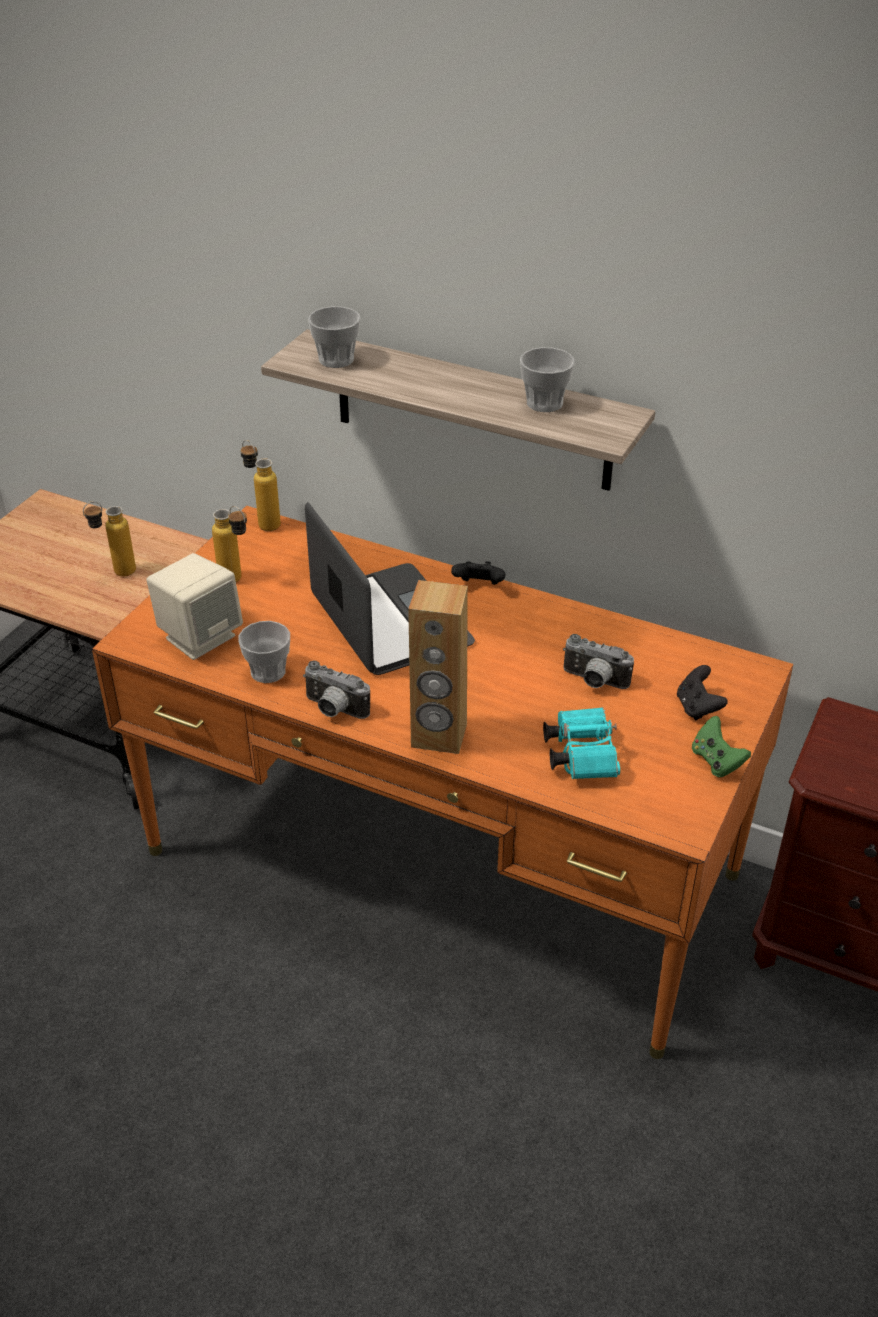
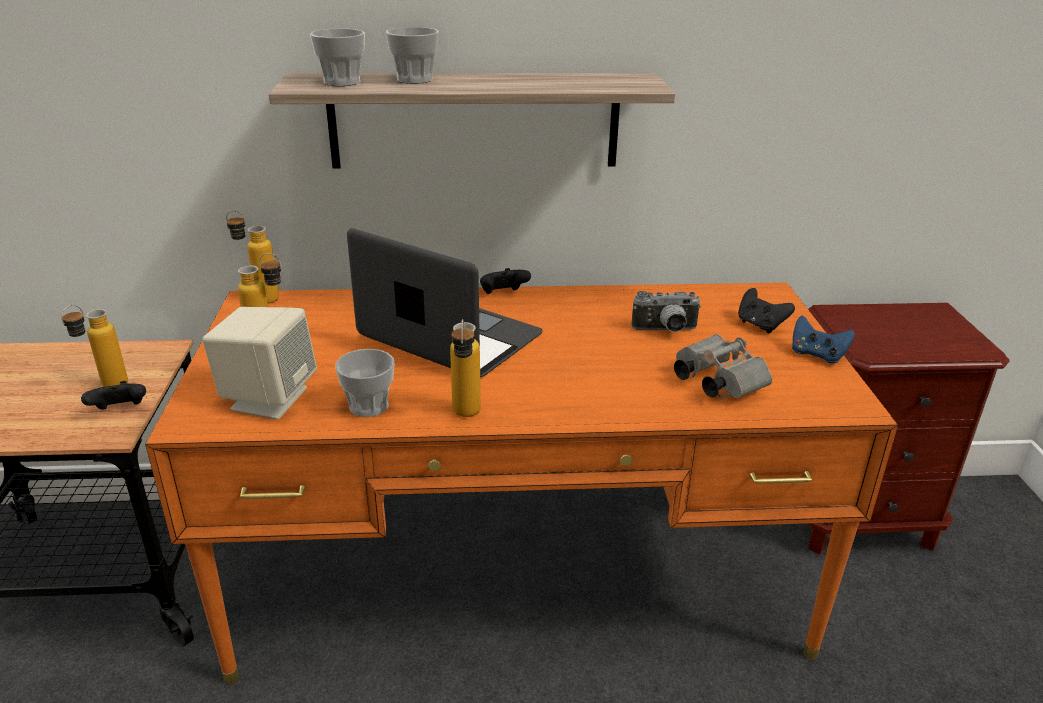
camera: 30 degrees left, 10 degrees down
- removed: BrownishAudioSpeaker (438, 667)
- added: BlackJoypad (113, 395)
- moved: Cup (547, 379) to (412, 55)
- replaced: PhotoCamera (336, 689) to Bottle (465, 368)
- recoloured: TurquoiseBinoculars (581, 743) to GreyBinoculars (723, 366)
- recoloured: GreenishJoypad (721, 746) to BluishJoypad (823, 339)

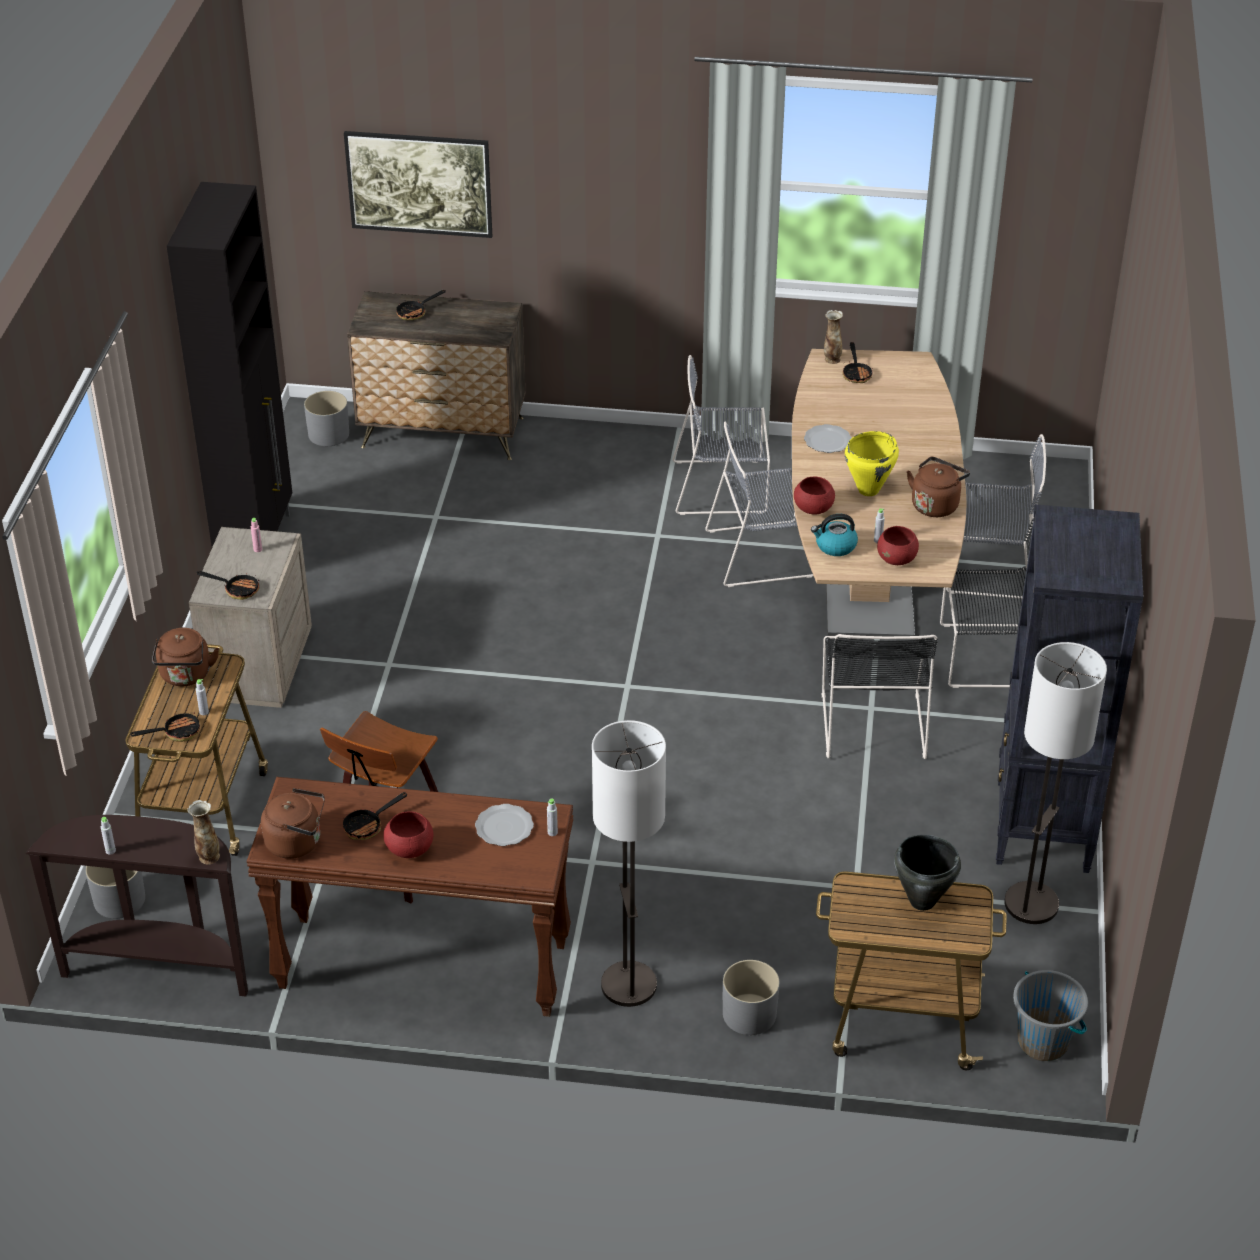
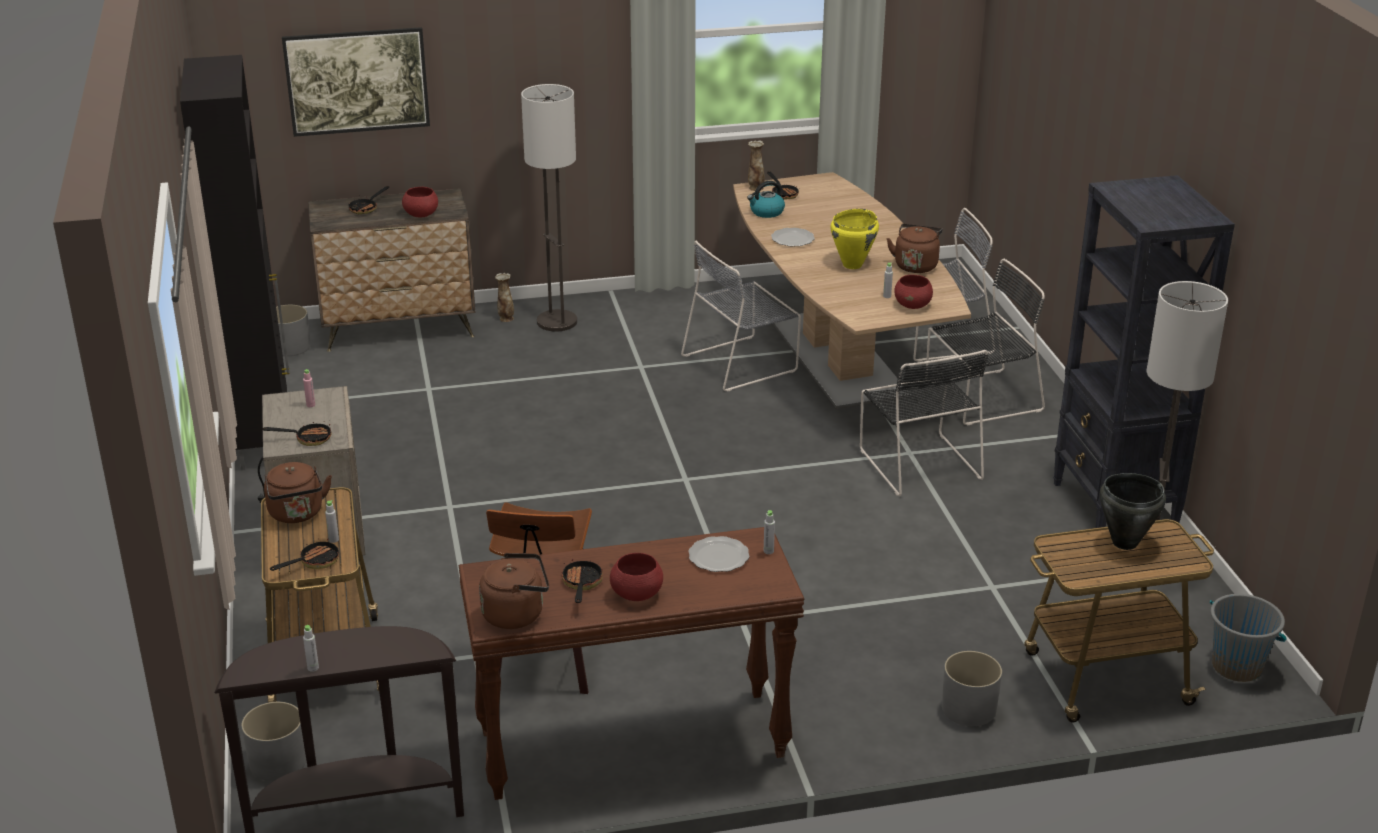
camera: 20 degrees left, 10 degrees down
- removed: GreyPlainChair (721, 435)
- moved: DecorativeVase (203, 832) to (504, 297)
- moved: FloorLamp (629, 863) to (549, 207)
- moved: ReddishDeepDish (814, 496) to (420, 202)
- moved: WaterKettle (834, 535) to (766, 199)
- turned: Skillet (375, 816) = (582, 581) 150 degrees clockwise

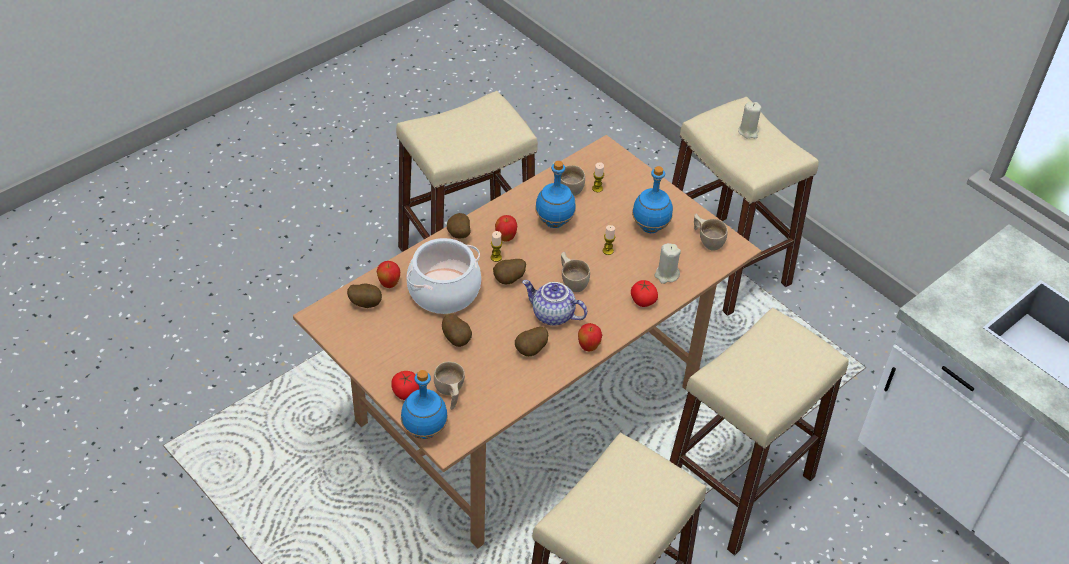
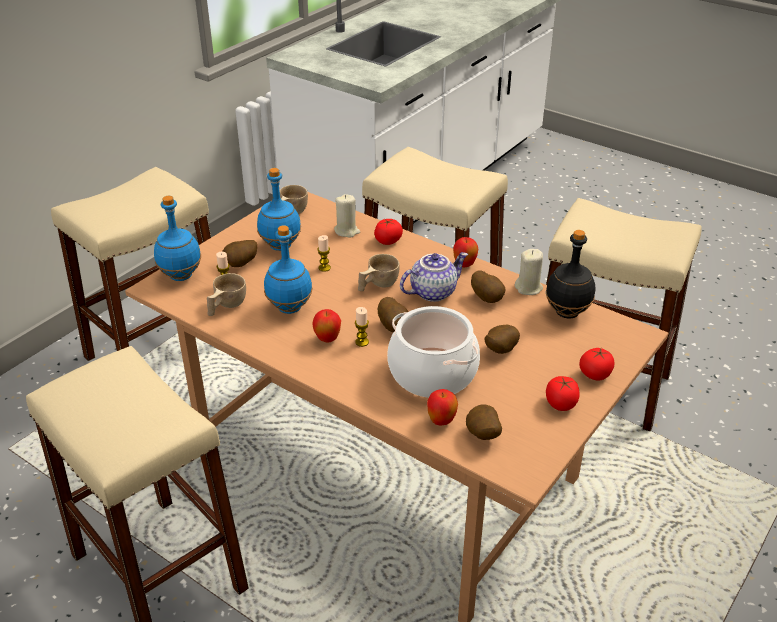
camera: 100 degrees left, 10 degrees down
- removed: SandColouredCup (449, 386)
- added: BlackBottle (570, 274)
- added: Tomato (562, 393)
- moved: BluishBottle (424, 404) to (177, 238)
- moved: WholePotato (458, 225) to (239, 253)
- moved: SandColouredCandle (749, 120) to (529, 272)
- turned: PotForTea (554, 303) = (434, 277) 135 degrees counterclockwise

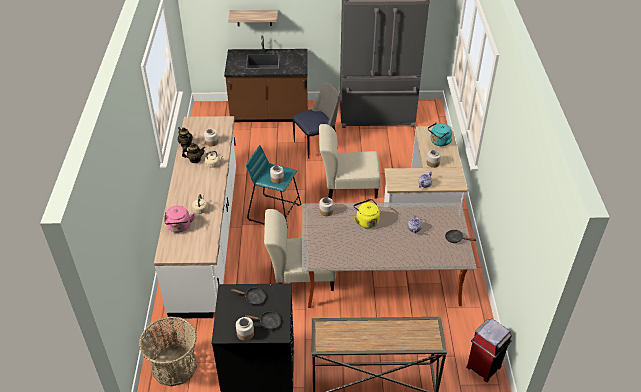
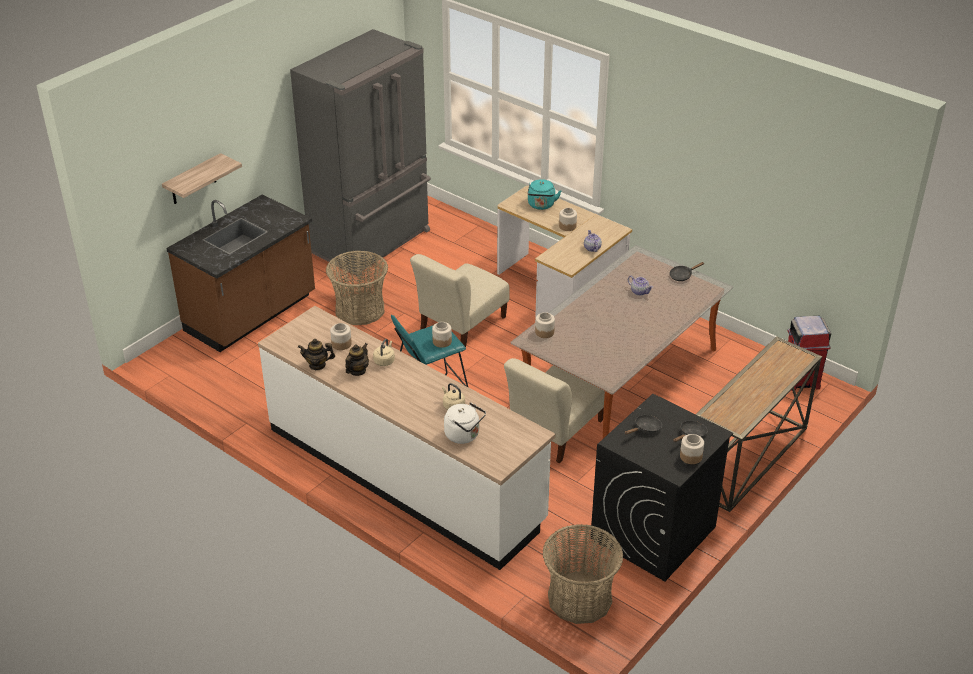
camera: 50 degrees left, 5 degrees down
- removed: YellowColouredWaterKettle (366, 213)
- replaced: PlainChair (316, 120) to StorageBasket (357, 288)
- recoloured: PinkWaterKettle (179, 219) to WhiteWaterKettle (465, 423)

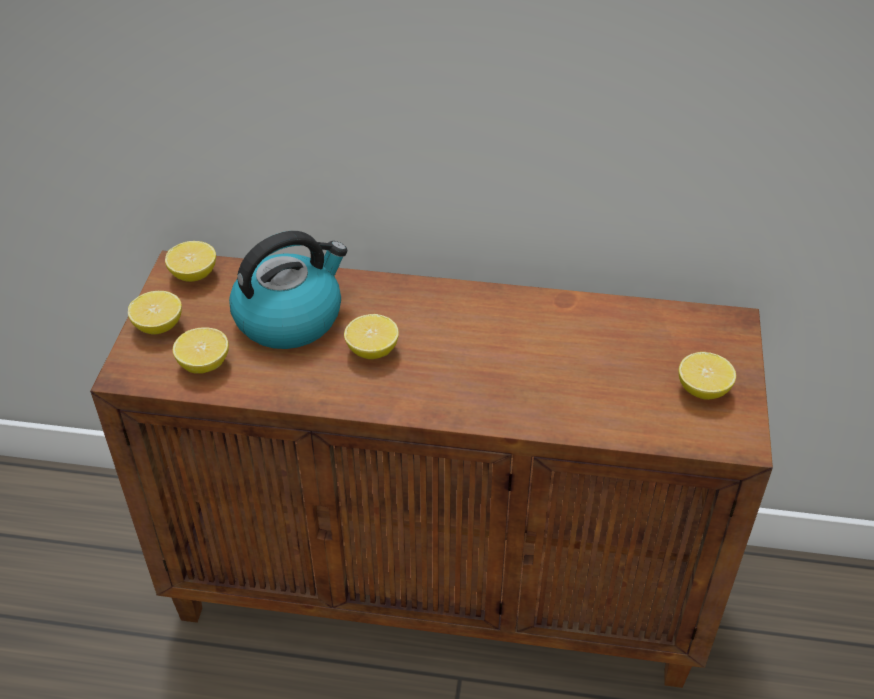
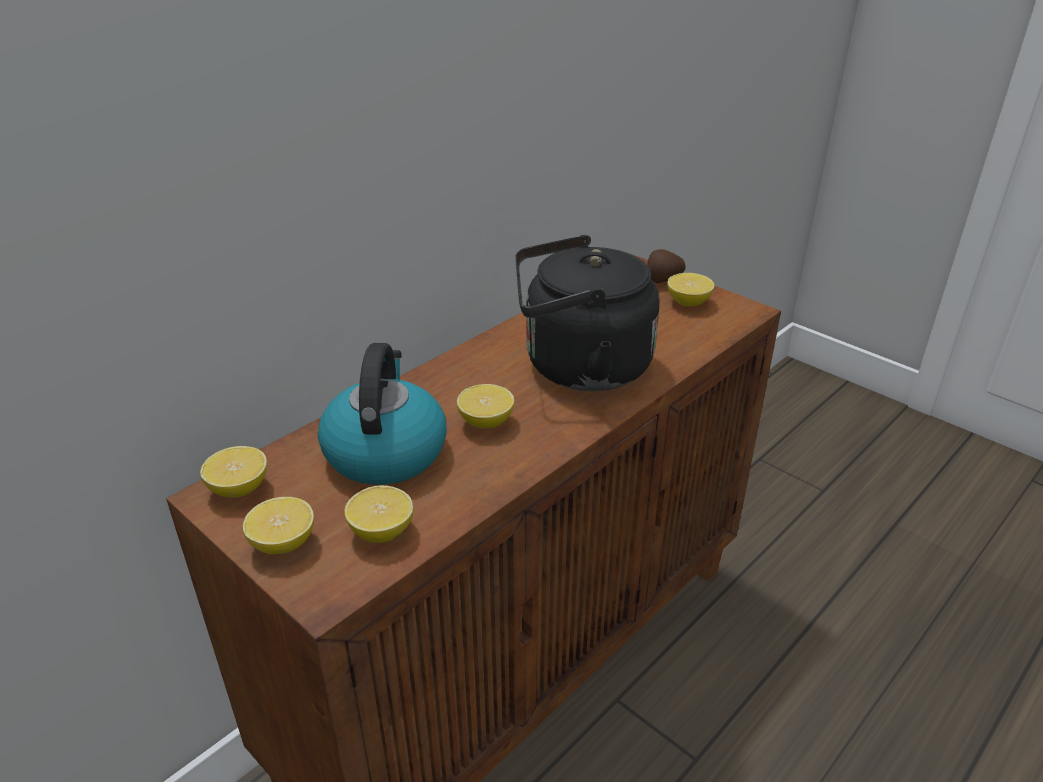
camera: 55 degrees left, 10 degrees down
- added: BlackWaterKettle (587, 313)
- added: WholePotato (666, 266)

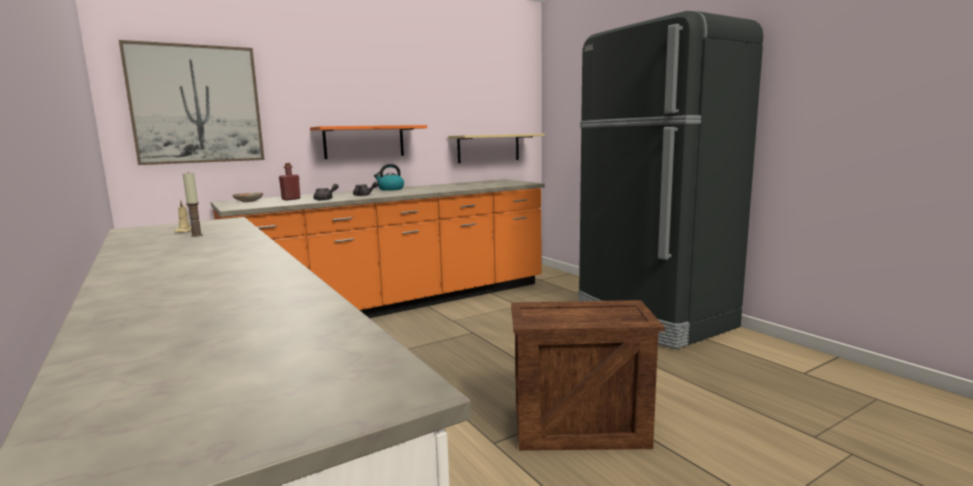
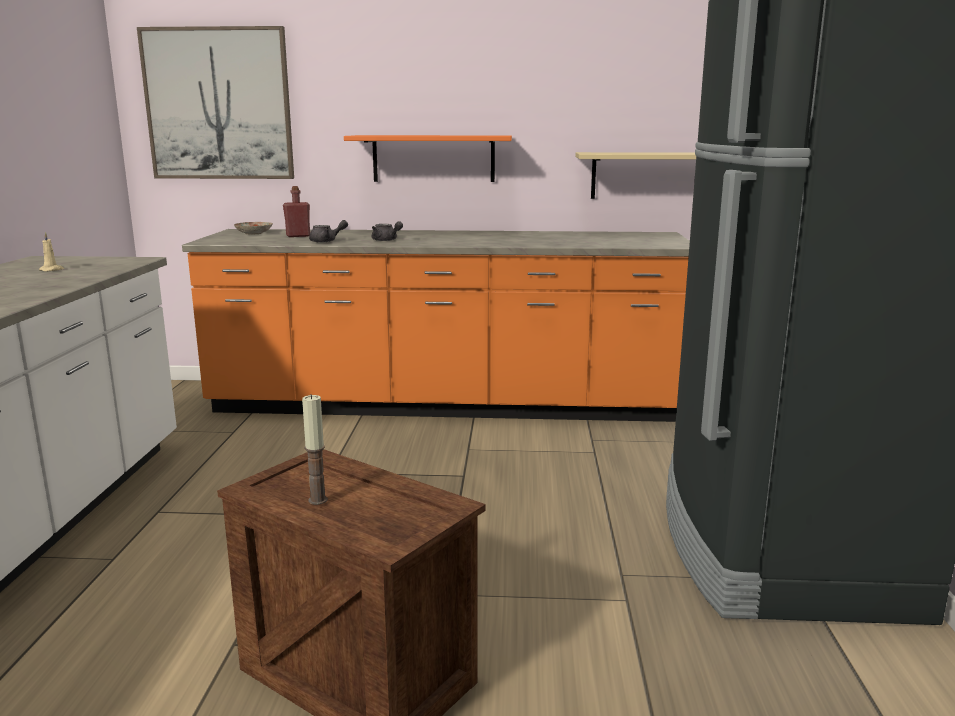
camera: 35 degrees right, 5 degrees up
- removed: WaterKettle (389, 177)
- moved: Candle (193, 204) to (315, 449)

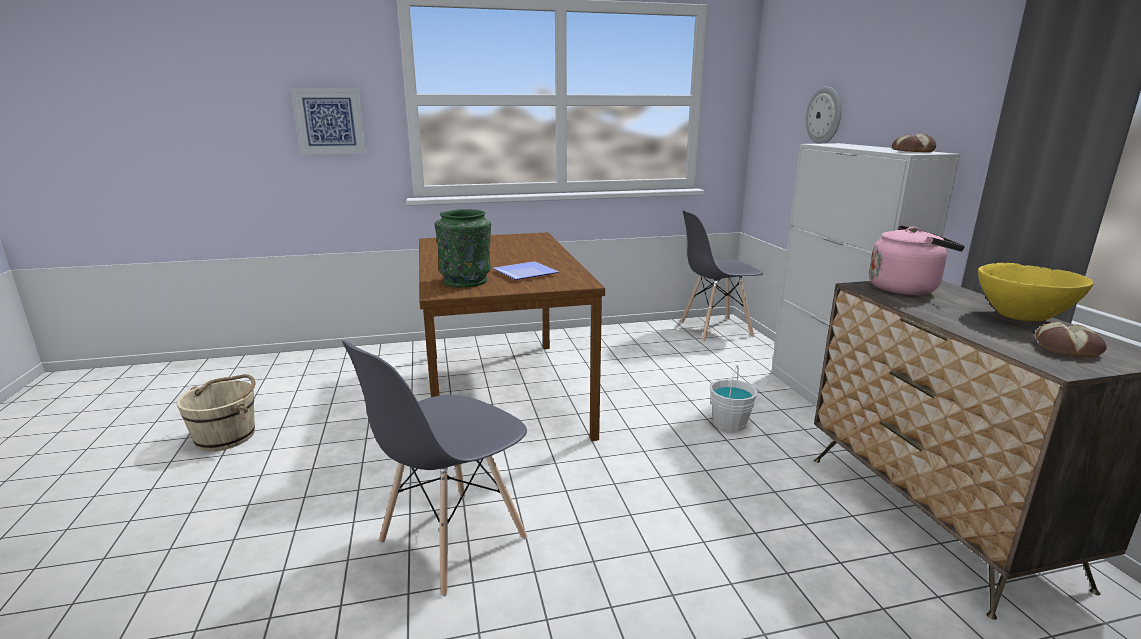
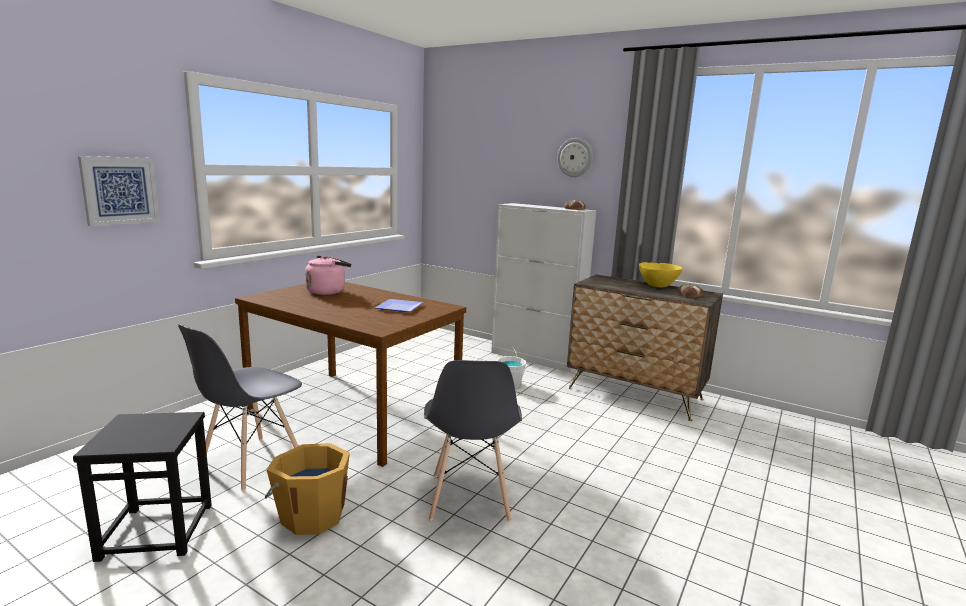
camera: 45 degrees left, 5 degrees down
- removed: GreenishDecorativeVase (462, 248)
- added: OrangeyBucket (307, 489)
- moved: GreyPlainChair (722, 276) to (240, 407)
- moved: WallClock (823, 115) to (575, 157)
- moved: PinkWaterKettle (917, 260) to (328, 275)
- replaced: SandColouredBucket (216, 412) to BlackSittingStool (142, 487)

